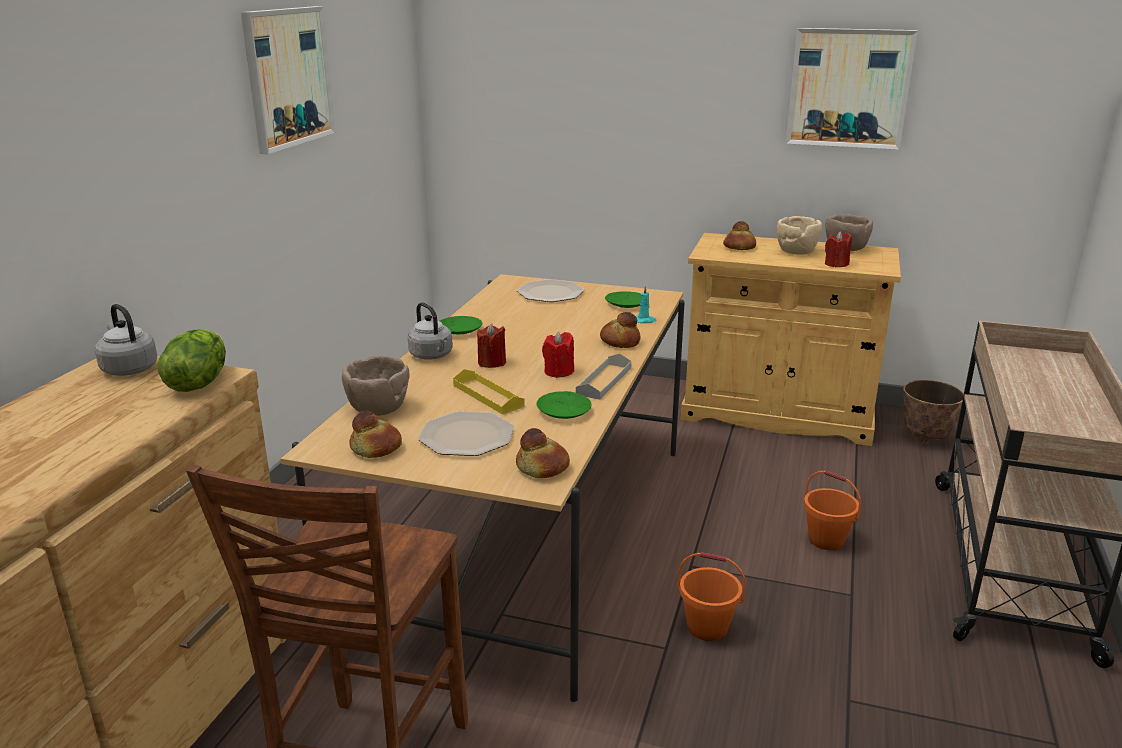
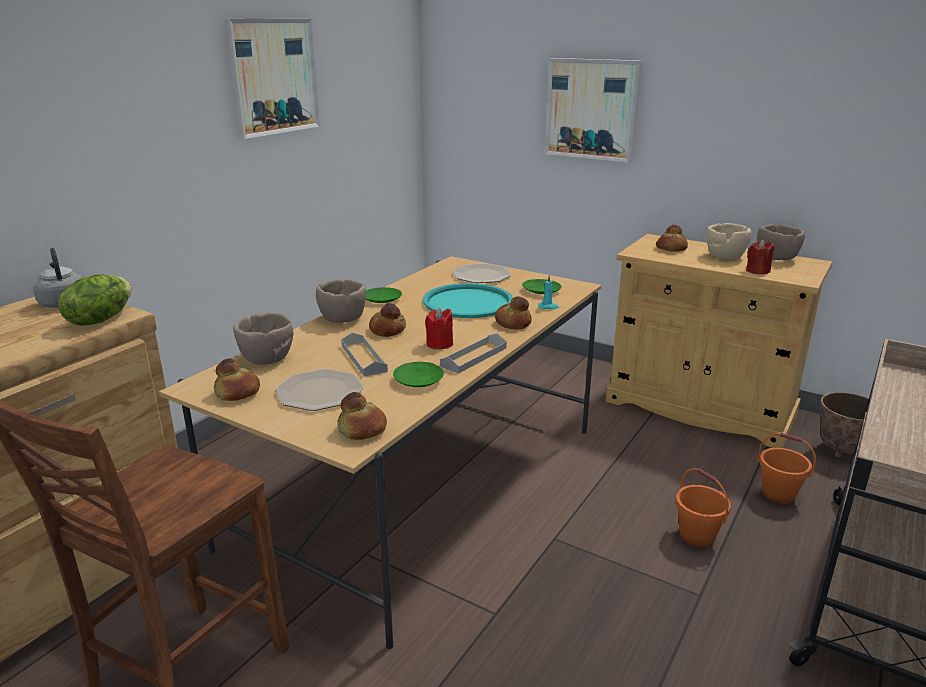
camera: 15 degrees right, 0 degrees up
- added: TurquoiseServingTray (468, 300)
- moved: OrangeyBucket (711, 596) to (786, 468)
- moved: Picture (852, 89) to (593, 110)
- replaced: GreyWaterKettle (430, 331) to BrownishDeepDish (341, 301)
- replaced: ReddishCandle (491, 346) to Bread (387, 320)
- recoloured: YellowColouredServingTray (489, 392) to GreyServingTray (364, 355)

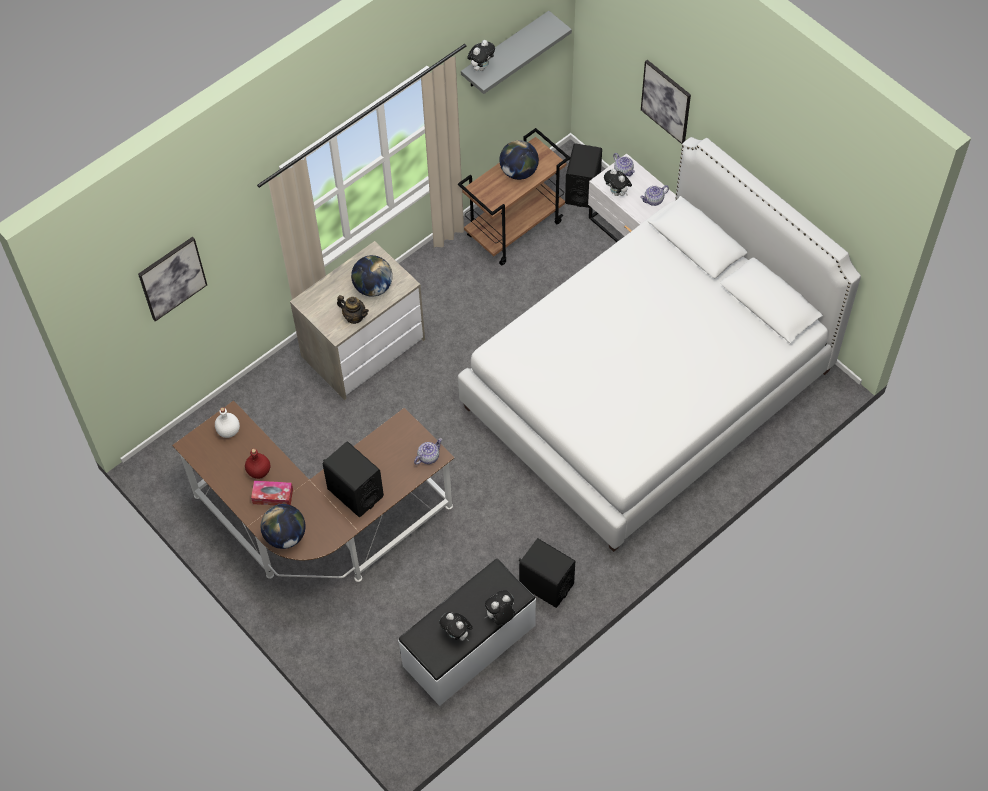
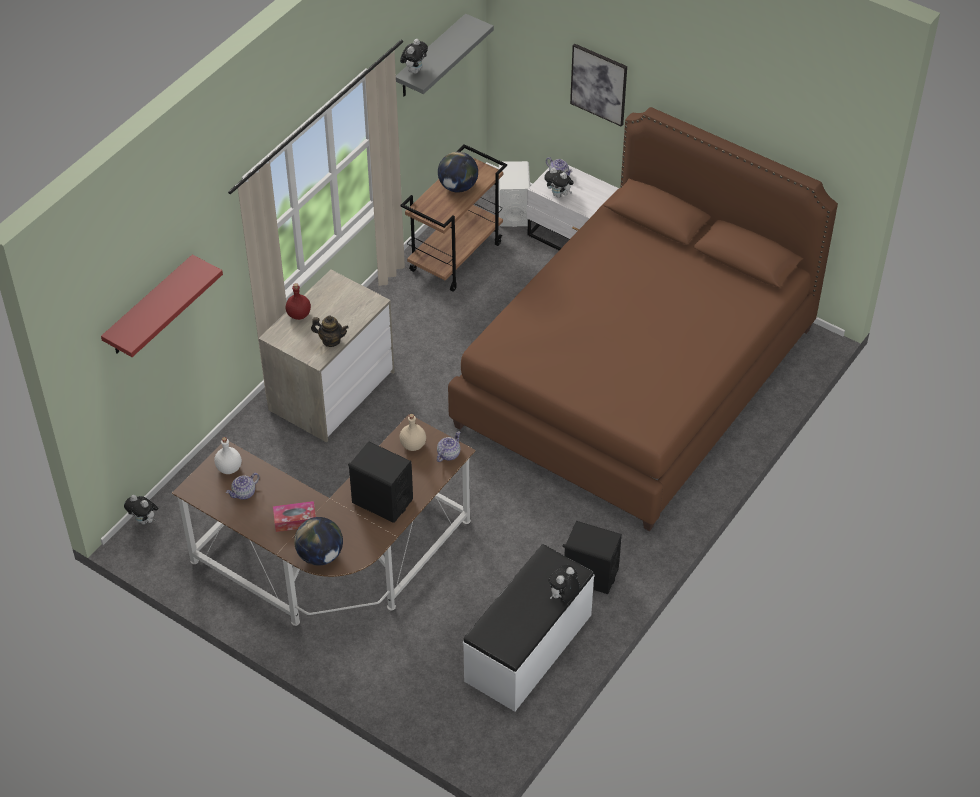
camera: 15 degrees left, 10 degrees down
- removed: WorldGlobe (372, 276)
- added: SandColouredBottle (412, 432)
- moved: ReddishBottle (257, 464) to (298, 301)
- moved: CuddlyToy (456, 626) to (141, 510)
- moved: PotForTea (654, 195) to (243, 486)
- replaced: Picture (172, 279) to ReddishBracketShelf (162, 305)
- recoloured: WhiteSleepingBed (659, 344) to BrownishSleepingBed (643, 319)
- recoloured: BlackAudioSpeaker (583, 175) to WhiteAudioSpeaker (514, 194)

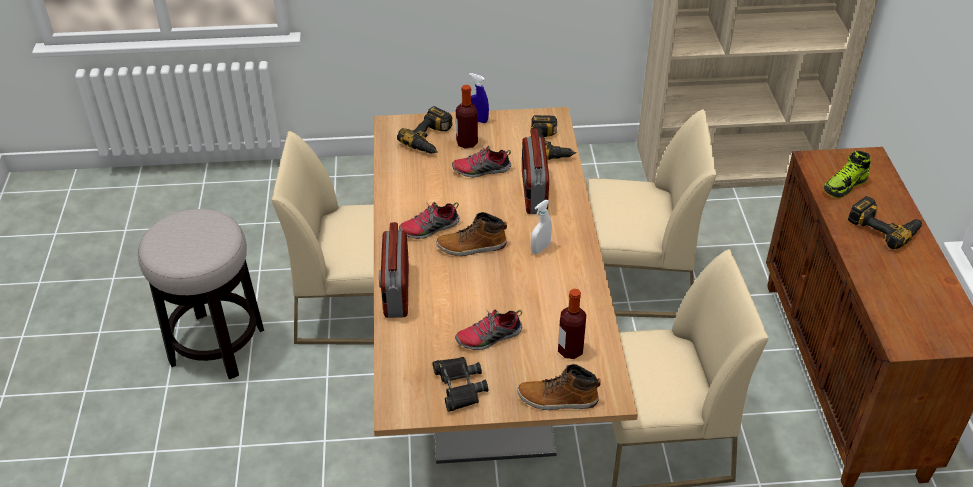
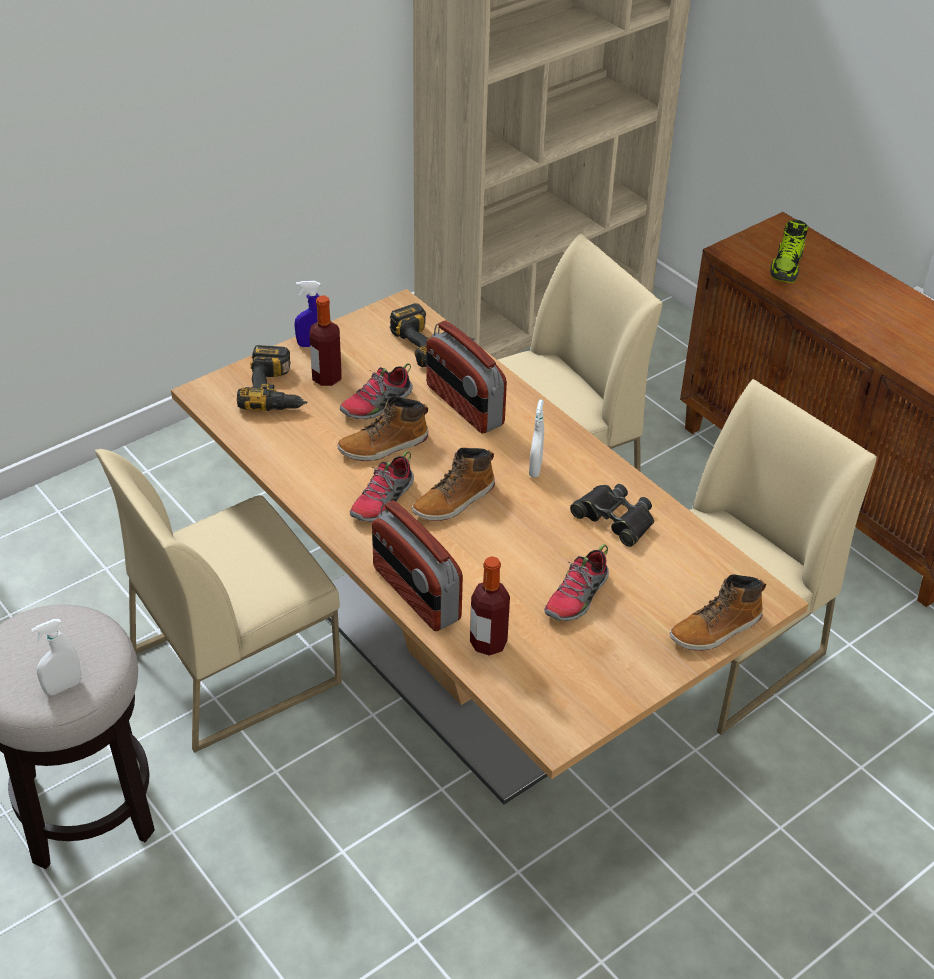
camera: 35 degrees left, 0 degrees up
- removed: ElectricDrill (885, 222)
- added: WhiteSprayBottle (56, 657)
- added: Boot (382, 428)
- moved: BlackBinoculars (460, 384) to (612, 515)
- moved: Bottle (572, 324) to (490, 606)

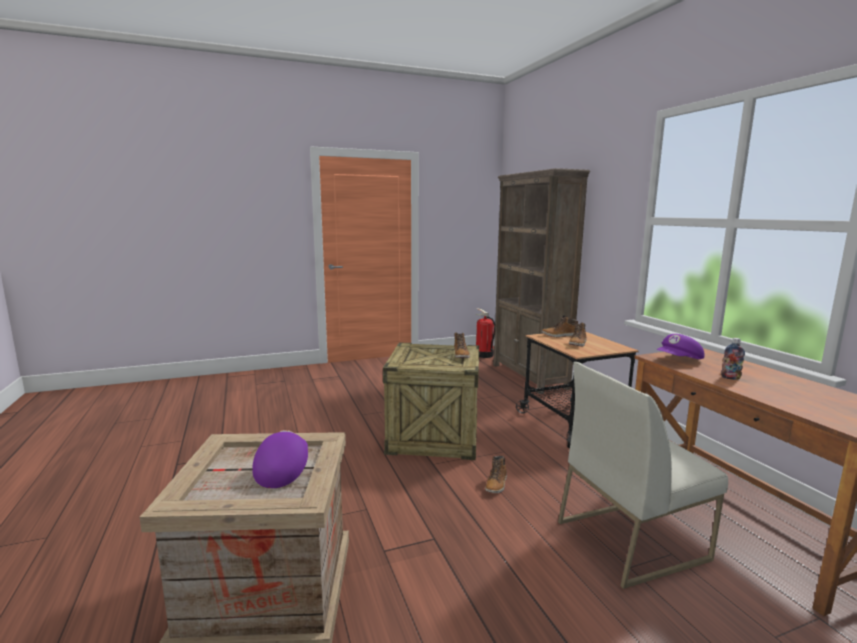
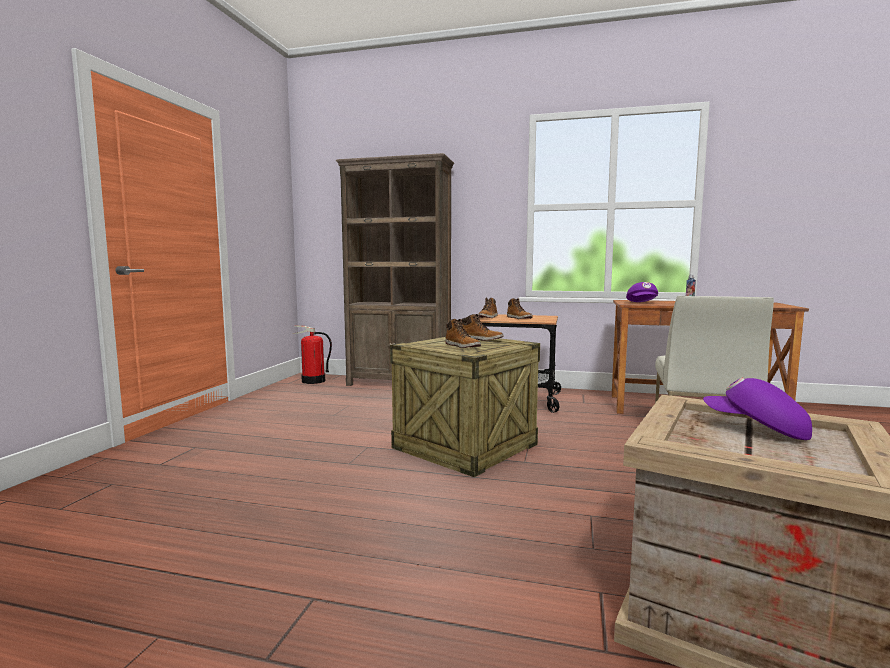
camera: 55 degrees left, 5 degrees down
- moved: Boot (496, 475) to (463, 333)

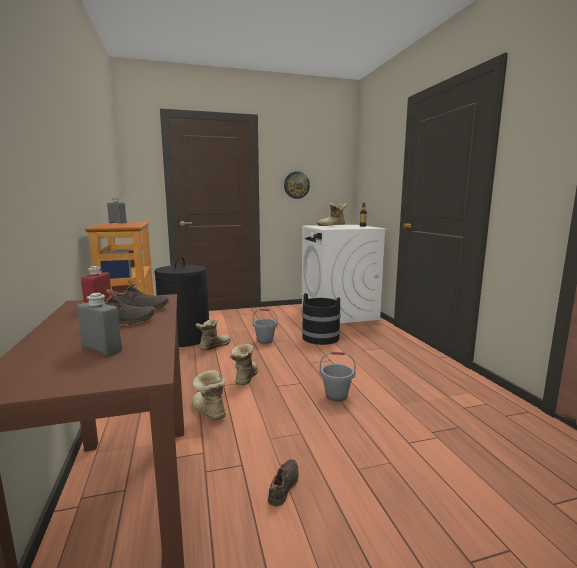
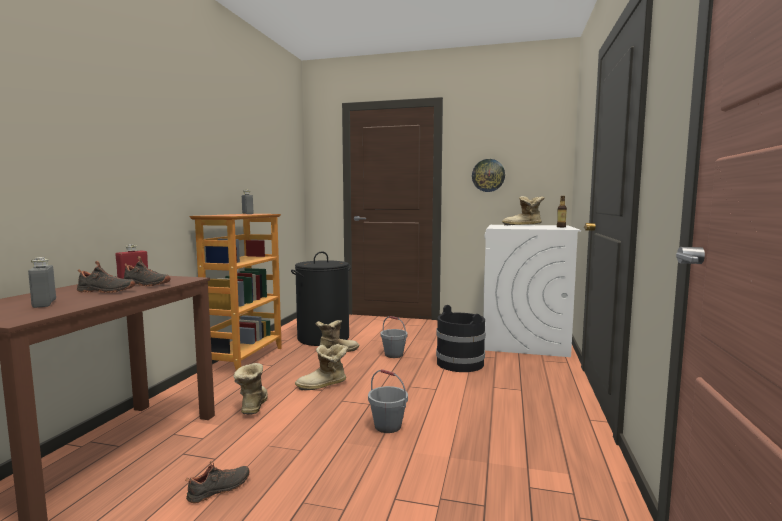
camera: 30 degrees right, 5 degrees down
- turned: Boot (244, 364) = (321, 367) 150 degrees counterclockwise

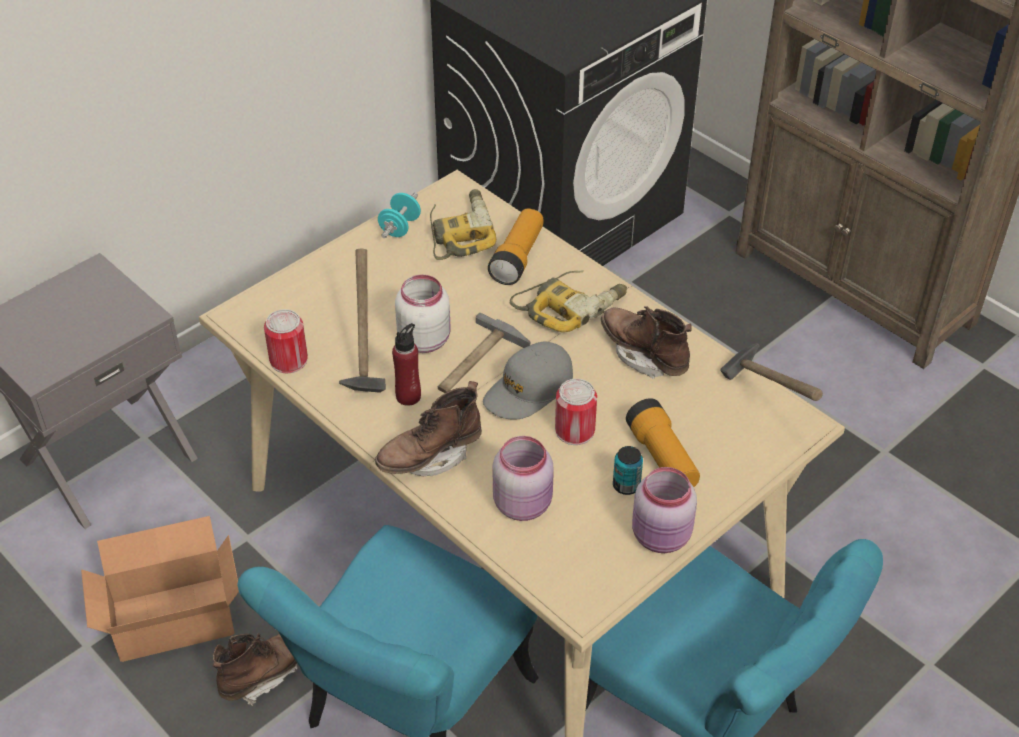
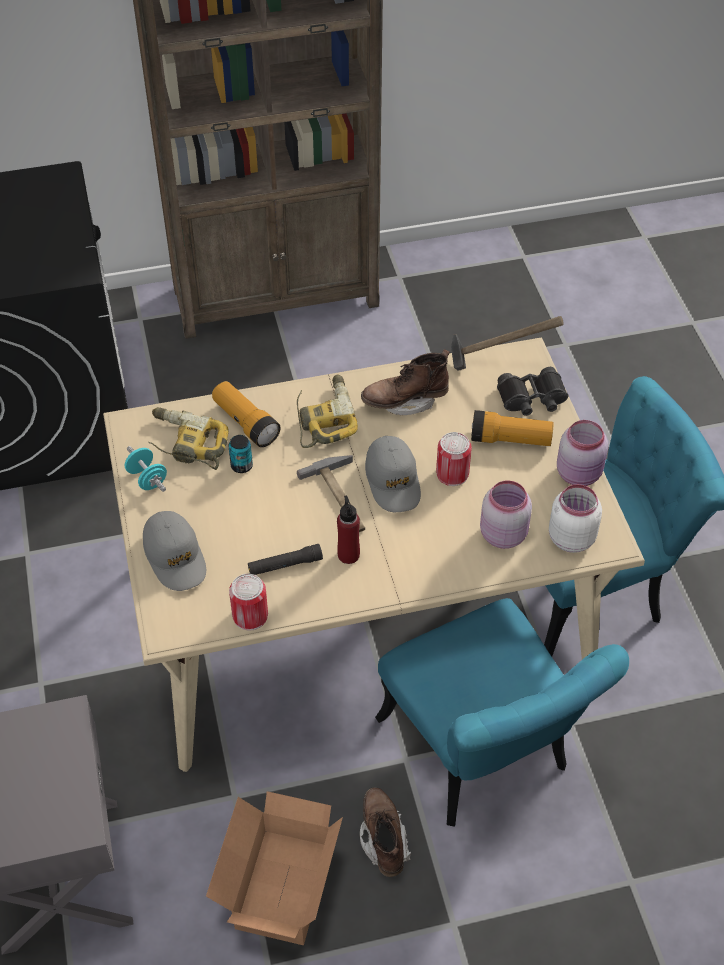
camera: 60 degrees left, 5 degrees up
- removed: BrownishBoot (428, 429)
- added: GreyPeakedCap (174, 551)
- added: BlackBinoculars (532, 391)
- moved: WhitePreserveJar (423, 314) to (575, 518)
- moved: Can (628, 470) to (241, 454)
- replaced: HandHammer (362, 321) to BlackFlashlight (285, 559)

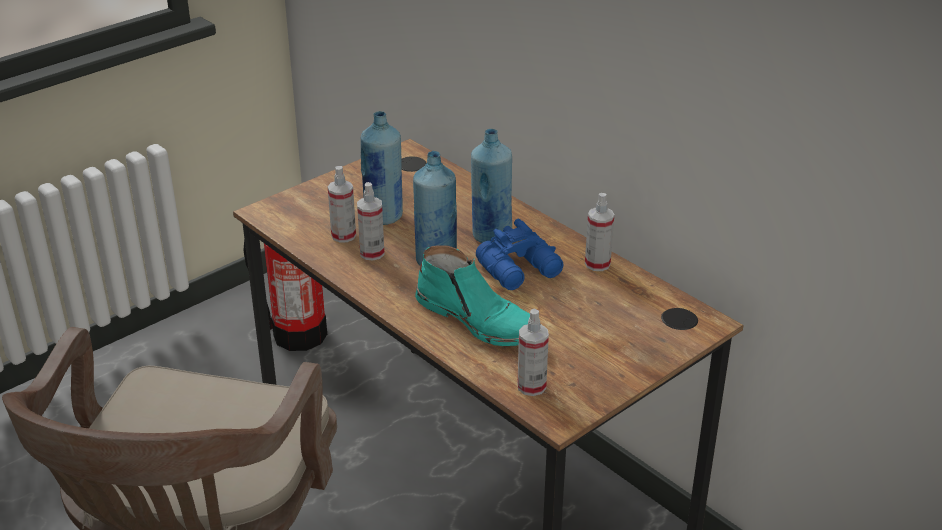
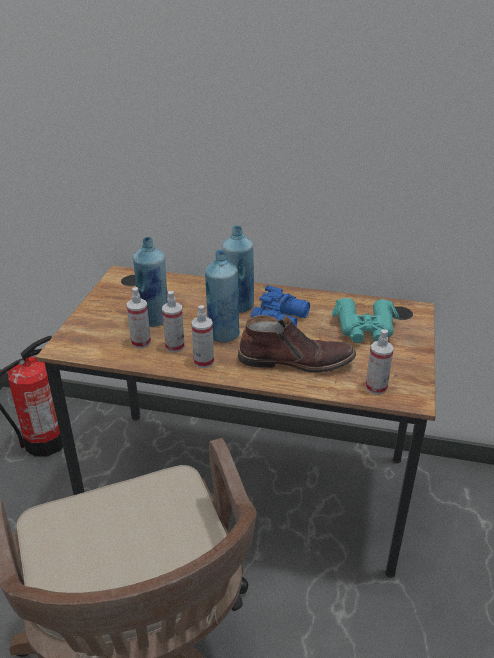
camera: 35 degrees left, 0 degrees up
- added: TurquoiseBinoculars (365, 320)
- moved: SprayBottle (599, 232) to (202, 336)
- recoloured: TurquoiseBoot (478, 296) to BrownishBoot (297, 344)

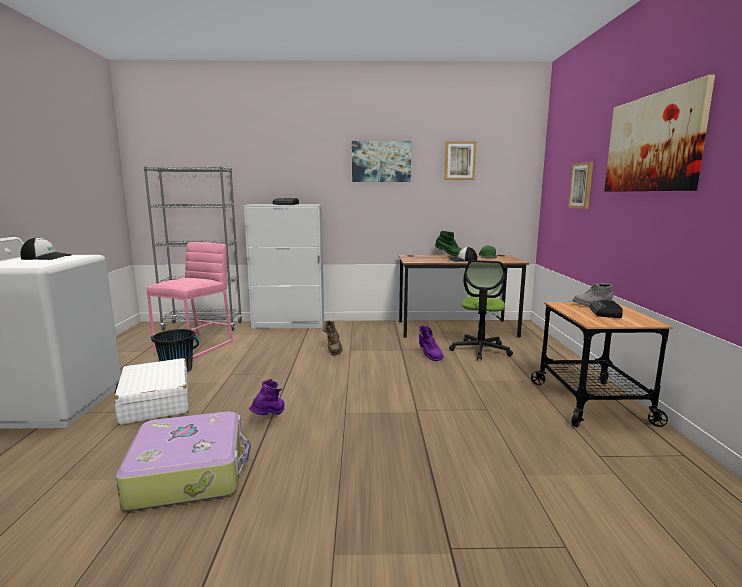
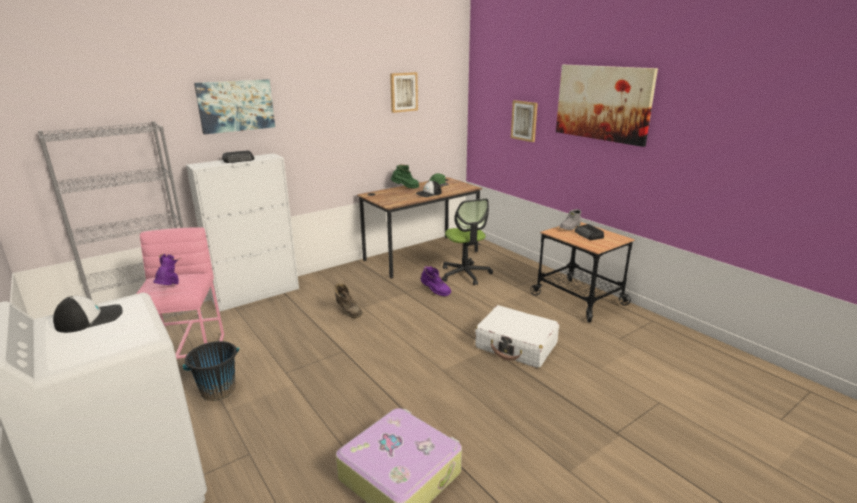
camera: 35 degrees left, 10 degrees up
- moved: WhiteTravelCase (151, 391) to (517, 336)
- moved: PurpleBoot (267, 397) to (167, 269)
- moved: Picture (381, 161) to (234, 106)

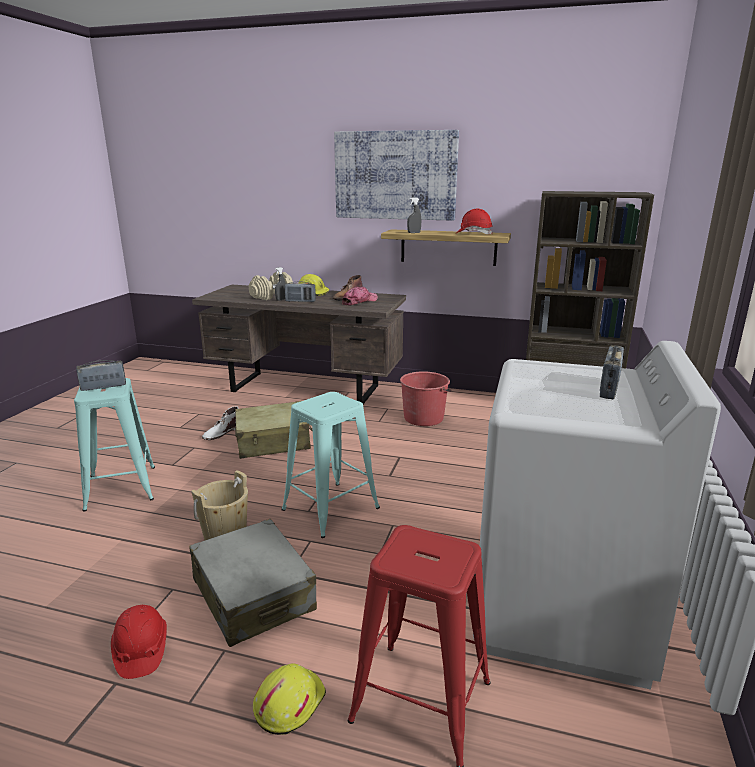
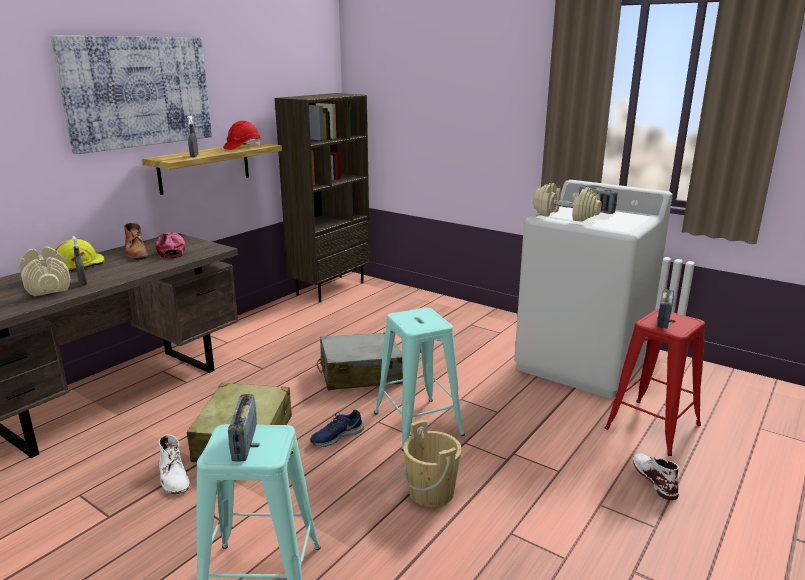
camera: 70 degrees left, 0 degrees up
- removed: ReddishSafetyHelmet (139, 642)
- removed: ReddishBucket (425, 398)
- added: BluishLowShoe (337, 428)
- added: SandColouredDumbbell (567, 202)
- moved: GreyTravelCase (253, 583) to (360, 361)
- moved: RadioSet (300, 291) to (665, 308)
- replaced: YellowColouredSafetyHelmet (289, 699) to WhiteBoot (656, 476)

